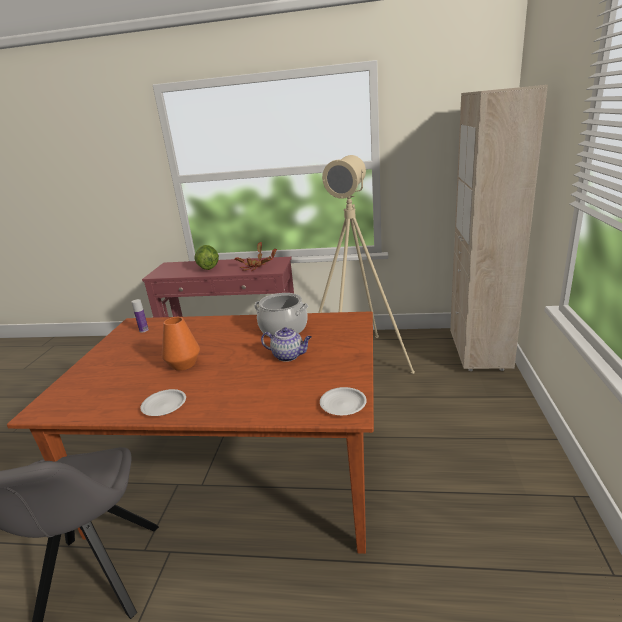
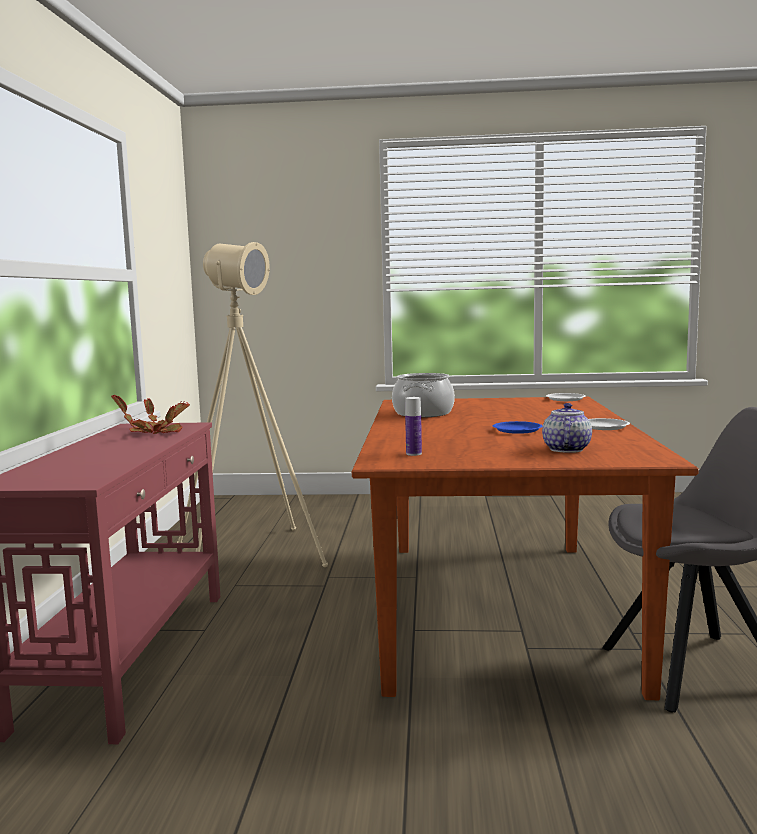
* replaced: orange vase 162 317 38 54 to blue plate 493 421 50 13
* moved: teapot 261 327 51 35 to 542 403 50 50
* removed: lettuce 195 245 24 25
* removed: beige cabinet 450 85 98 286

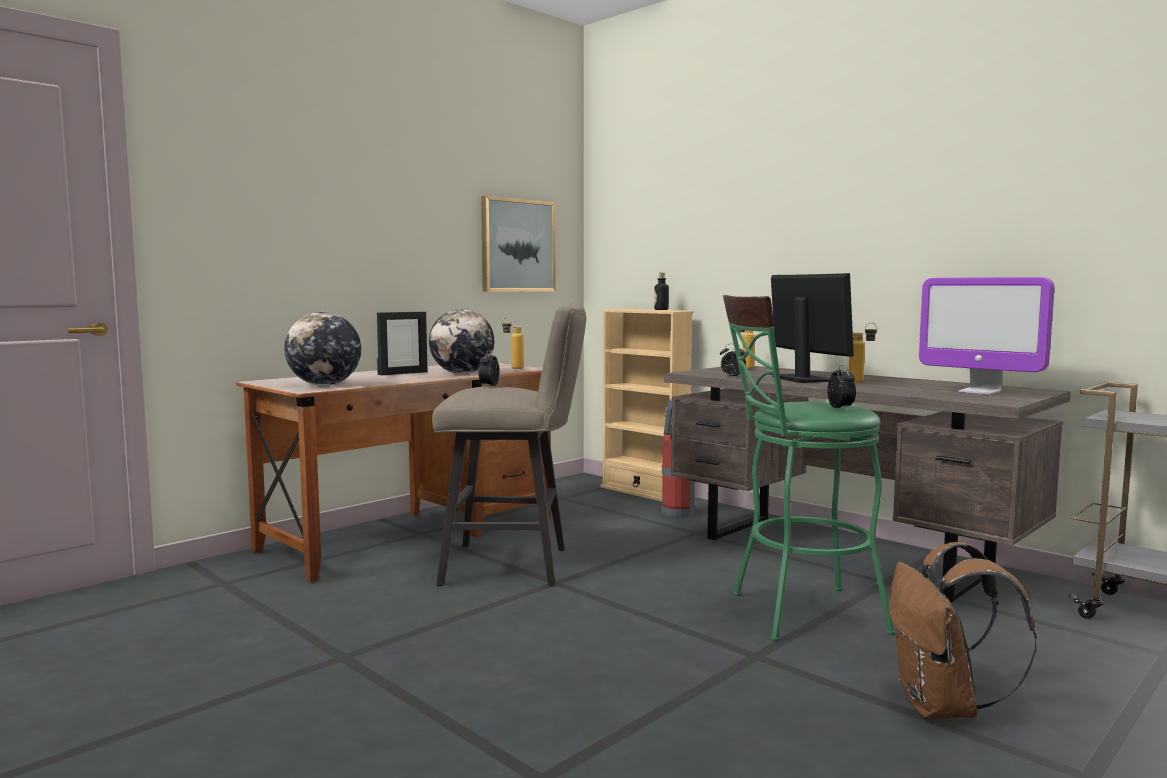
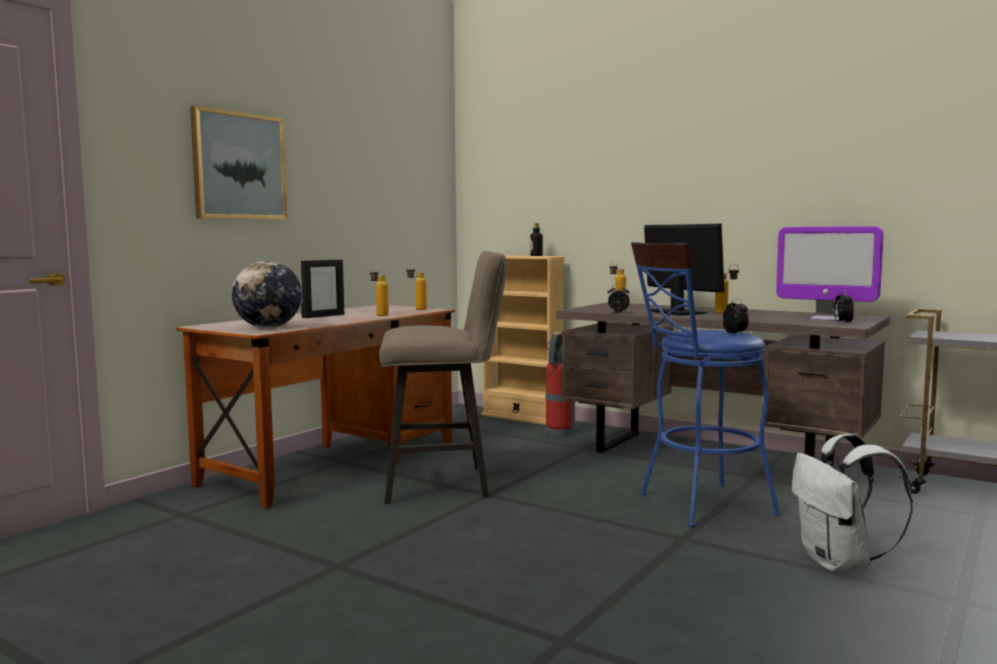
* moved: picture 481 196 75 96 to 190 106 98 114
* replaced: globe 429 309 65 65 to bottle 370 266 19 50
* recoloured: green stool 723 295 172 347 to blue stool 631 242 150 285
* recoloured: brown backpack 888 542 149 176 to white backpack 792 434 121 137
* moved: alarm clock 479 350 21 38 to 834 290 20 34

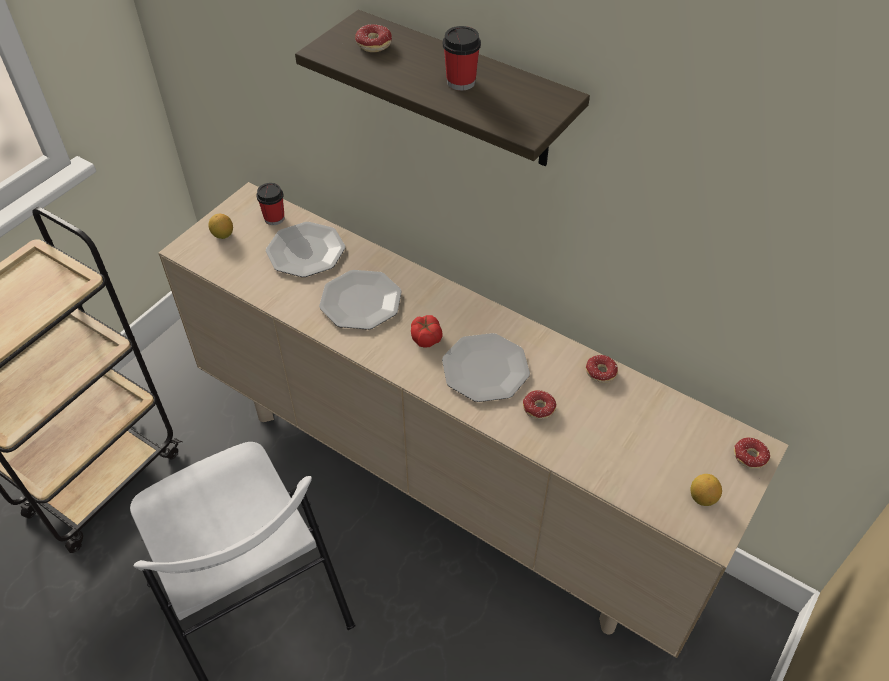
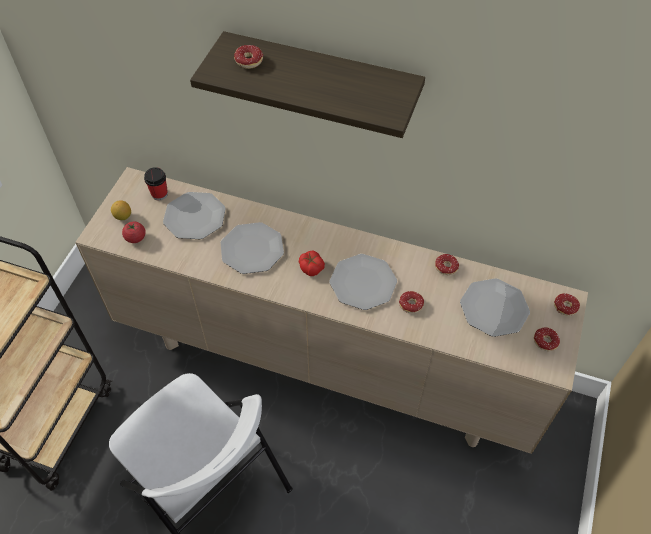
* added: tomato 122 221 23 22
* added: plate 460 278 70 59
* replaced: lemon 690 474 32 32 to donut 534 327 26 24
* removed: cup 443 26 38 65

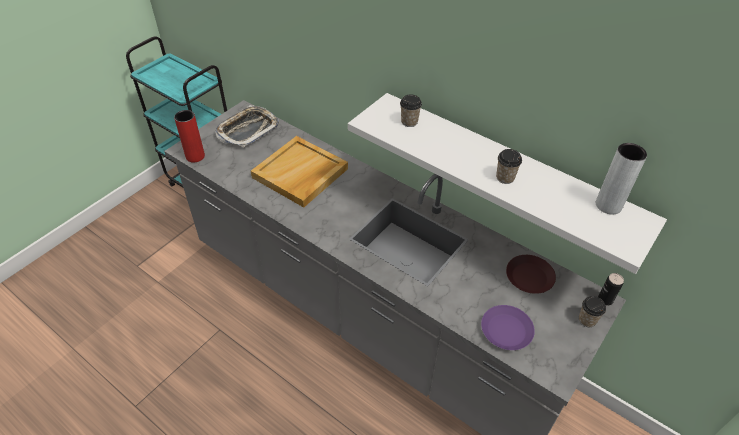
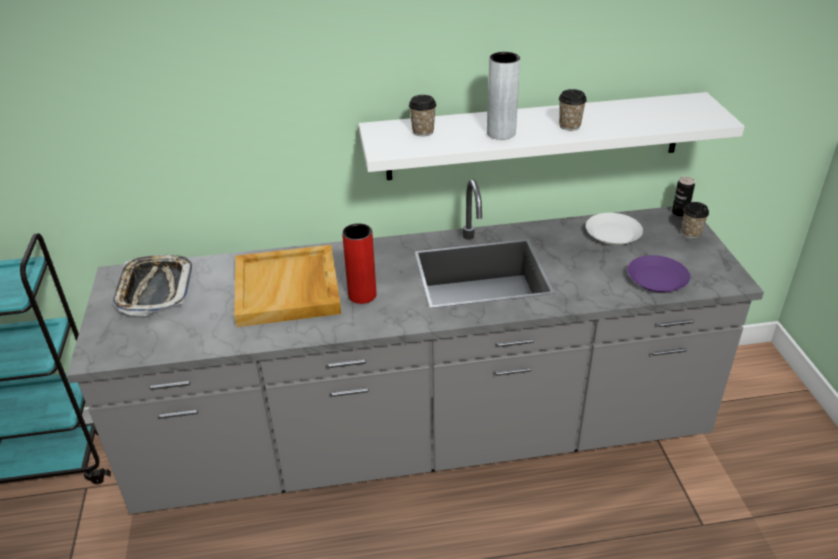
* moved: red vase 174 110 31 53 to 342 223 34 81
* moved: grey vase 596 143 51 72 to 487 52 33 88
* recoloured: brown plate 506 255 50 39 to white plate 586 213 57 32

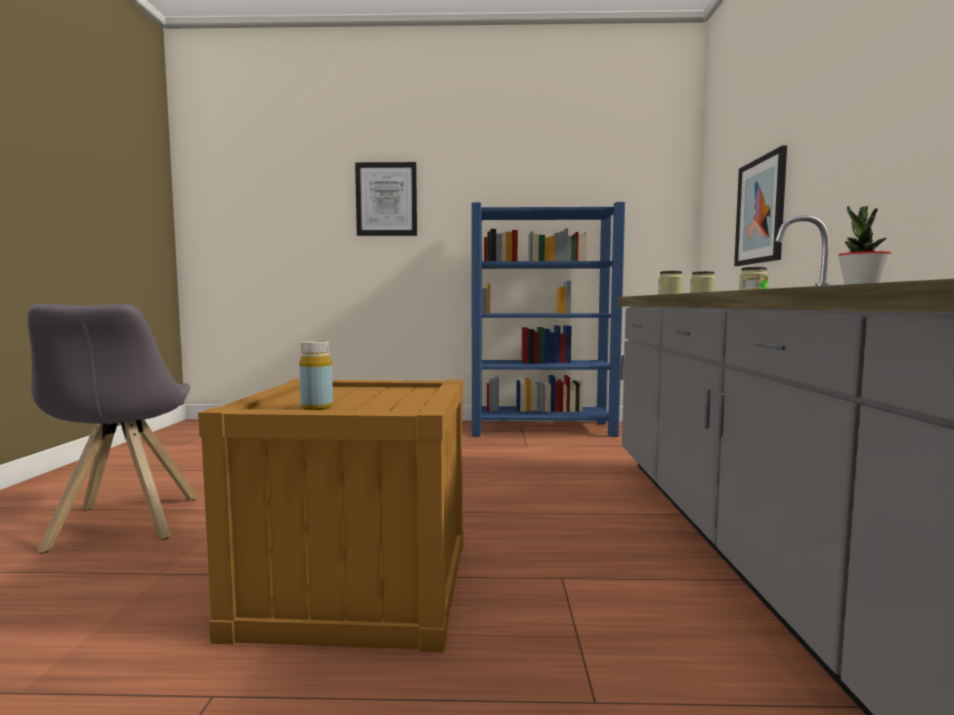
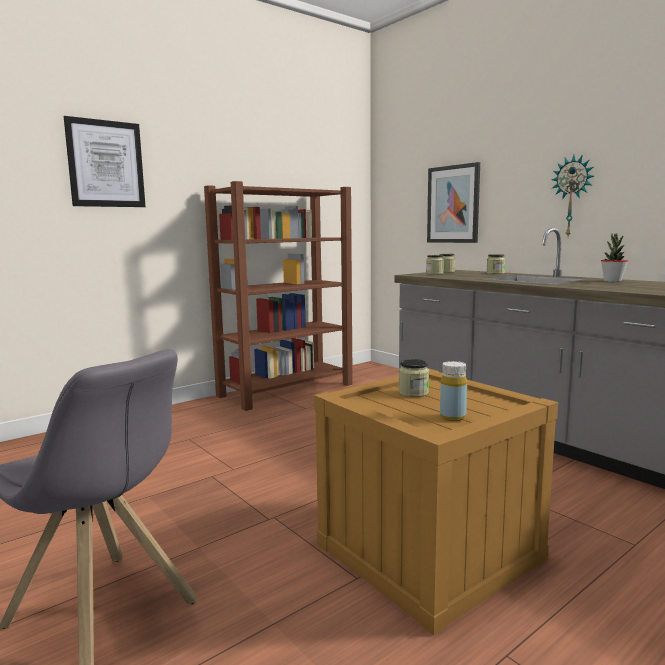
* recoloured: blue bookcase 472 202 153 235 to brown bookcase 204 181 149 230
* added: jar 399 359 30 38
* added: wall clock 551 155 43 82

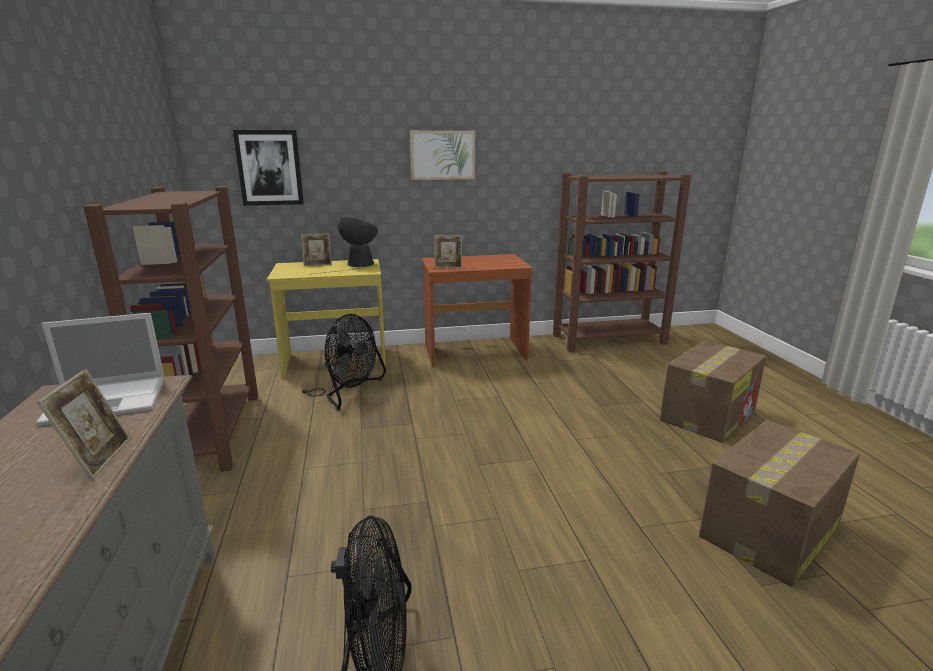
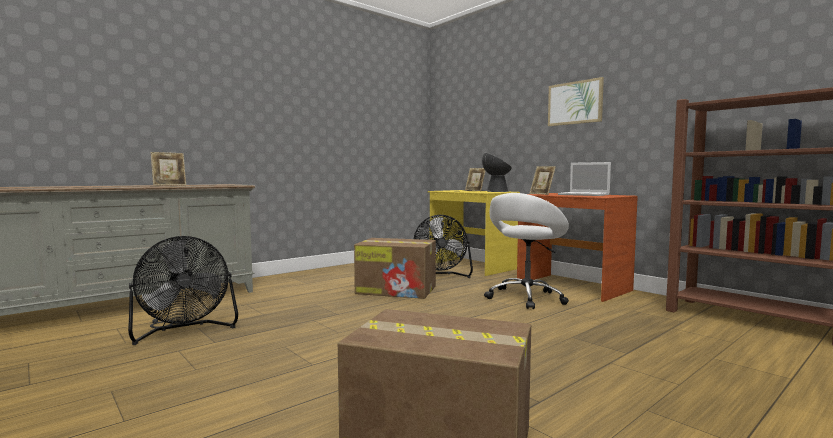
* moved: cardboard box 660 340 106 103 to 354 238 82 61
* added: white office chair 484 193 85 116
* moved: laptop 36 313 128 113 to 558 162 53 34
* removed: brown bookcase 83 186 175 286
* removed: picture 233 130 71 76

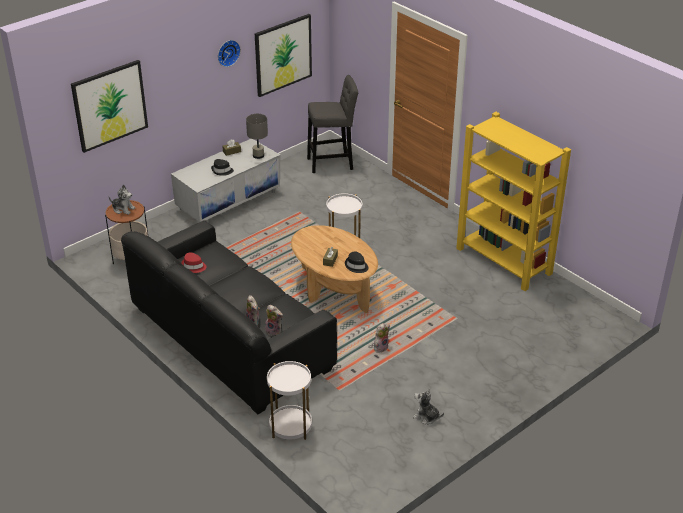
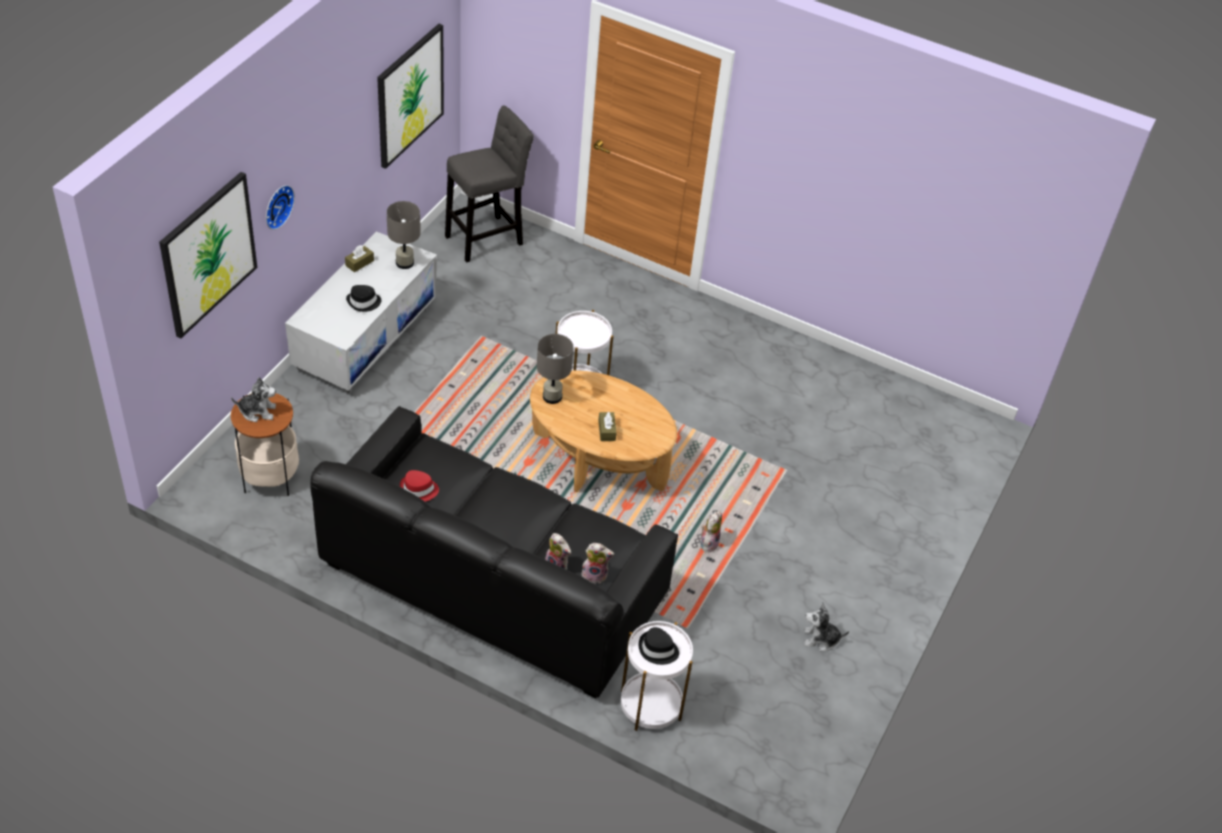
* moved: wall clock 218 40 23 27 to 266 185 29 45
* added: grey table lamp 537 334 36 70
* moved: black hat 345 251 23 22 to 639 627 40 38
* removed: yellow bookcase 456 112 115 179

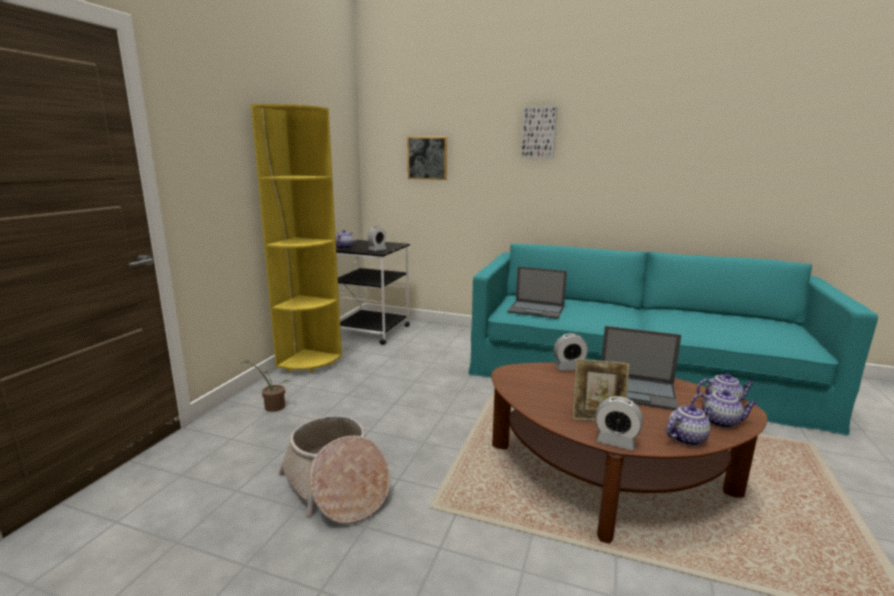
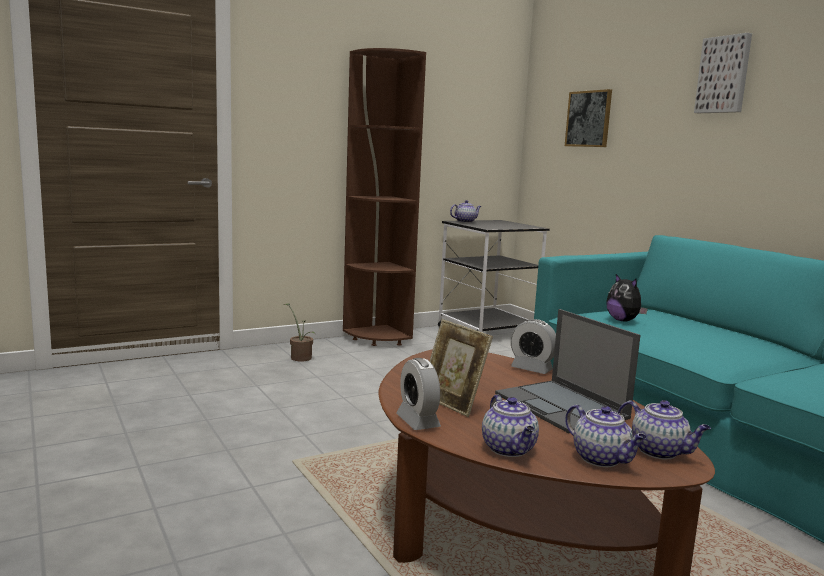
* recoloured: yellow bookcase 251 104 91 268 to brown bookcase 343 48 83 298
* turned: teapot 666 405 47 41 = 482 394 57 63 60 degrees clockwise
* replaced: laptop 507 266 60 53 to plush toy 606 274 42 48
* removed: basket 278 415 112 109
* removed: alarm clock 368 226 19 25

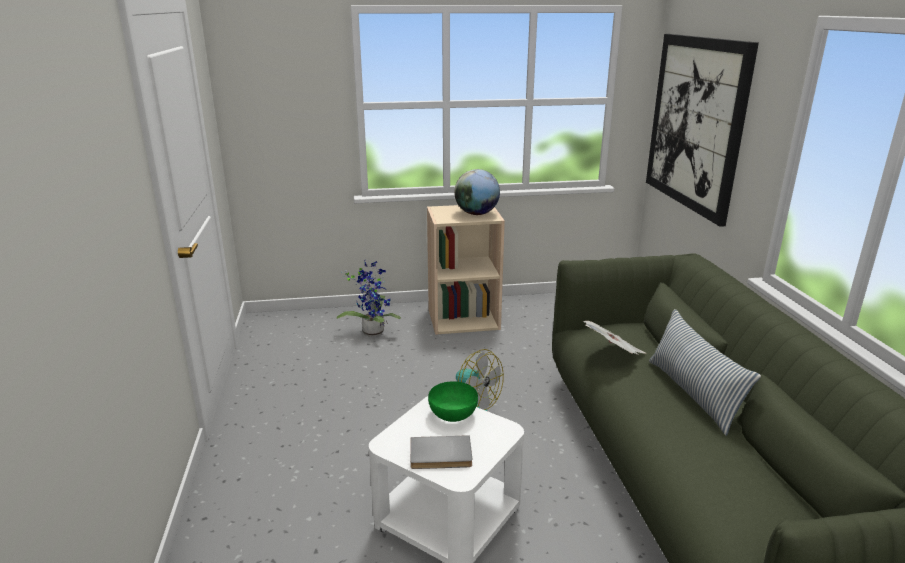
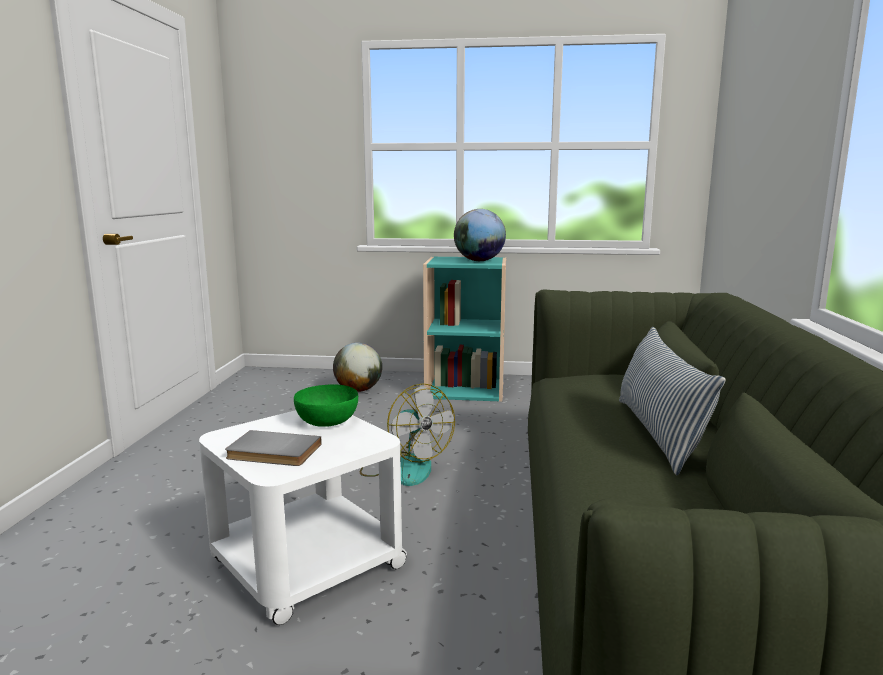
* replaced: potted plant 336 261 65 76 to globe 333 343 49 49
* recoloured: beige bookcase 427 205 78 130 to turquoise bookcase 423 257 83 145
* removed: newspaper 583 321 63 34
* removed: picture 646 34 113 193

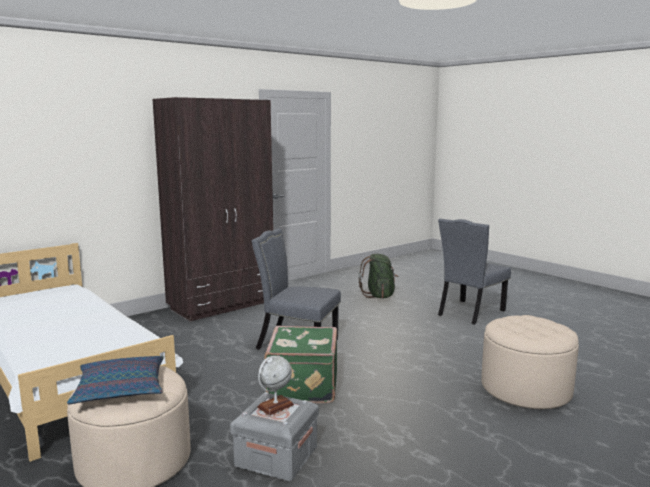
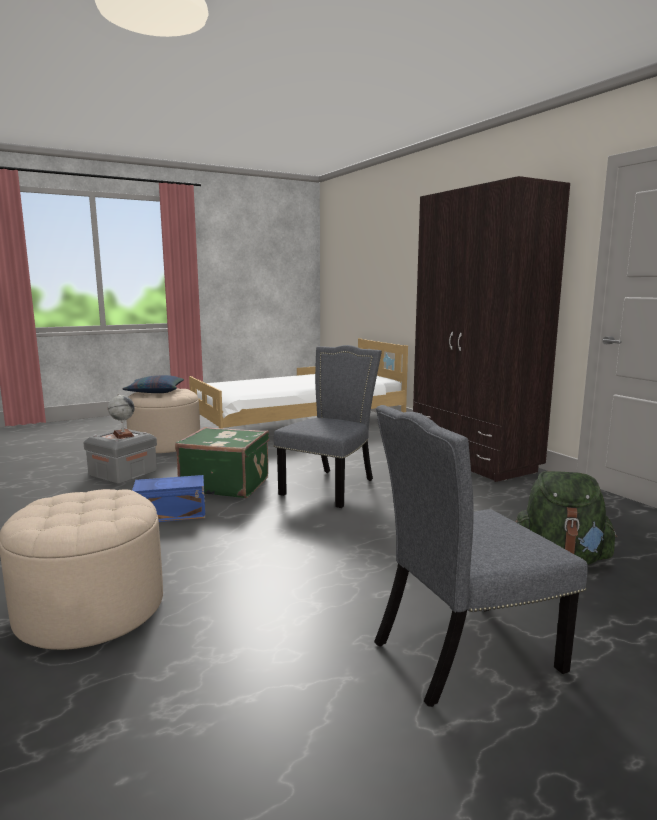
* added: blue storage box 132 475 73 47
* turned: grey chair 438 219 73 106 = 374 405 214 302 75 degrees counterclockwise

